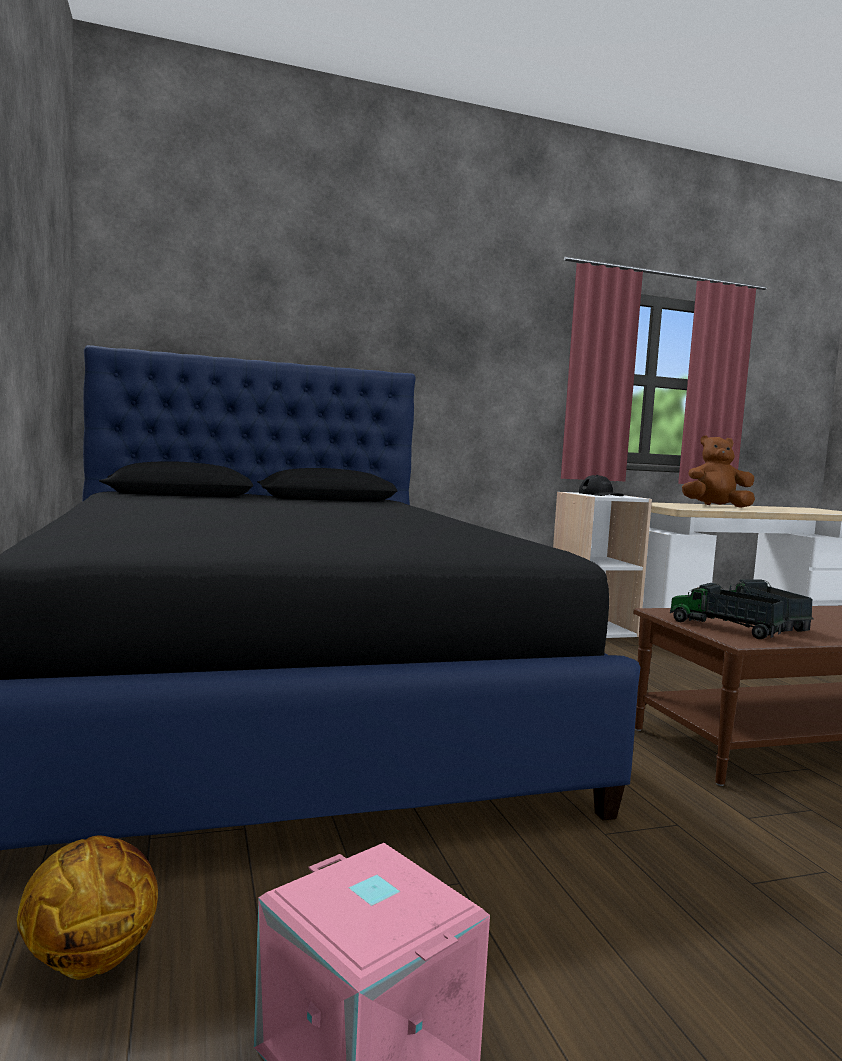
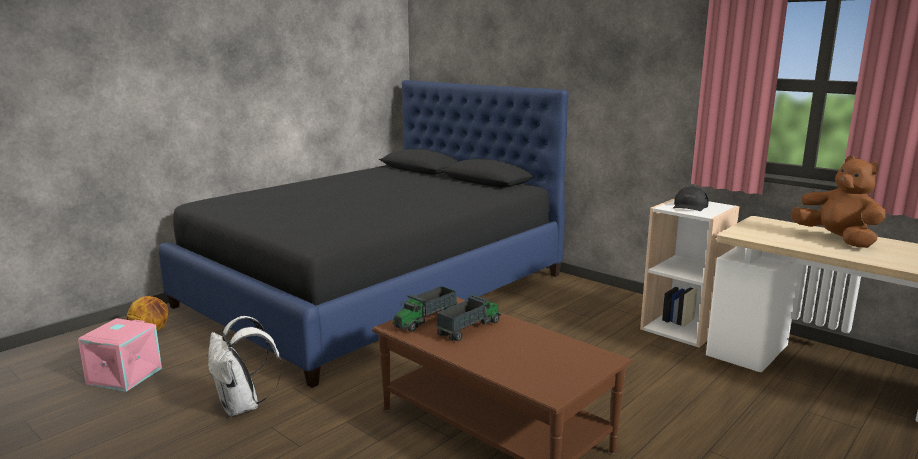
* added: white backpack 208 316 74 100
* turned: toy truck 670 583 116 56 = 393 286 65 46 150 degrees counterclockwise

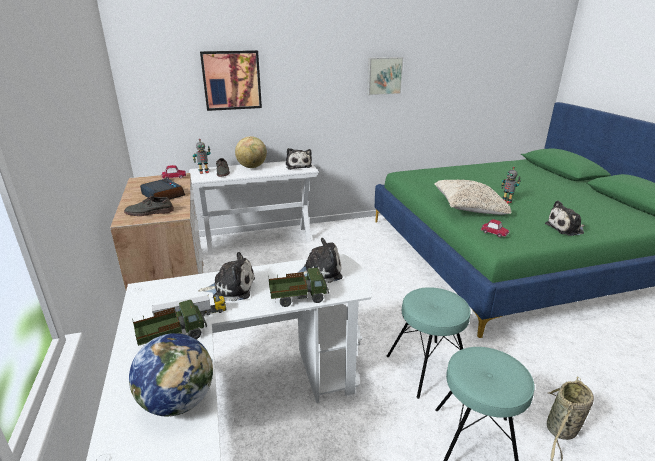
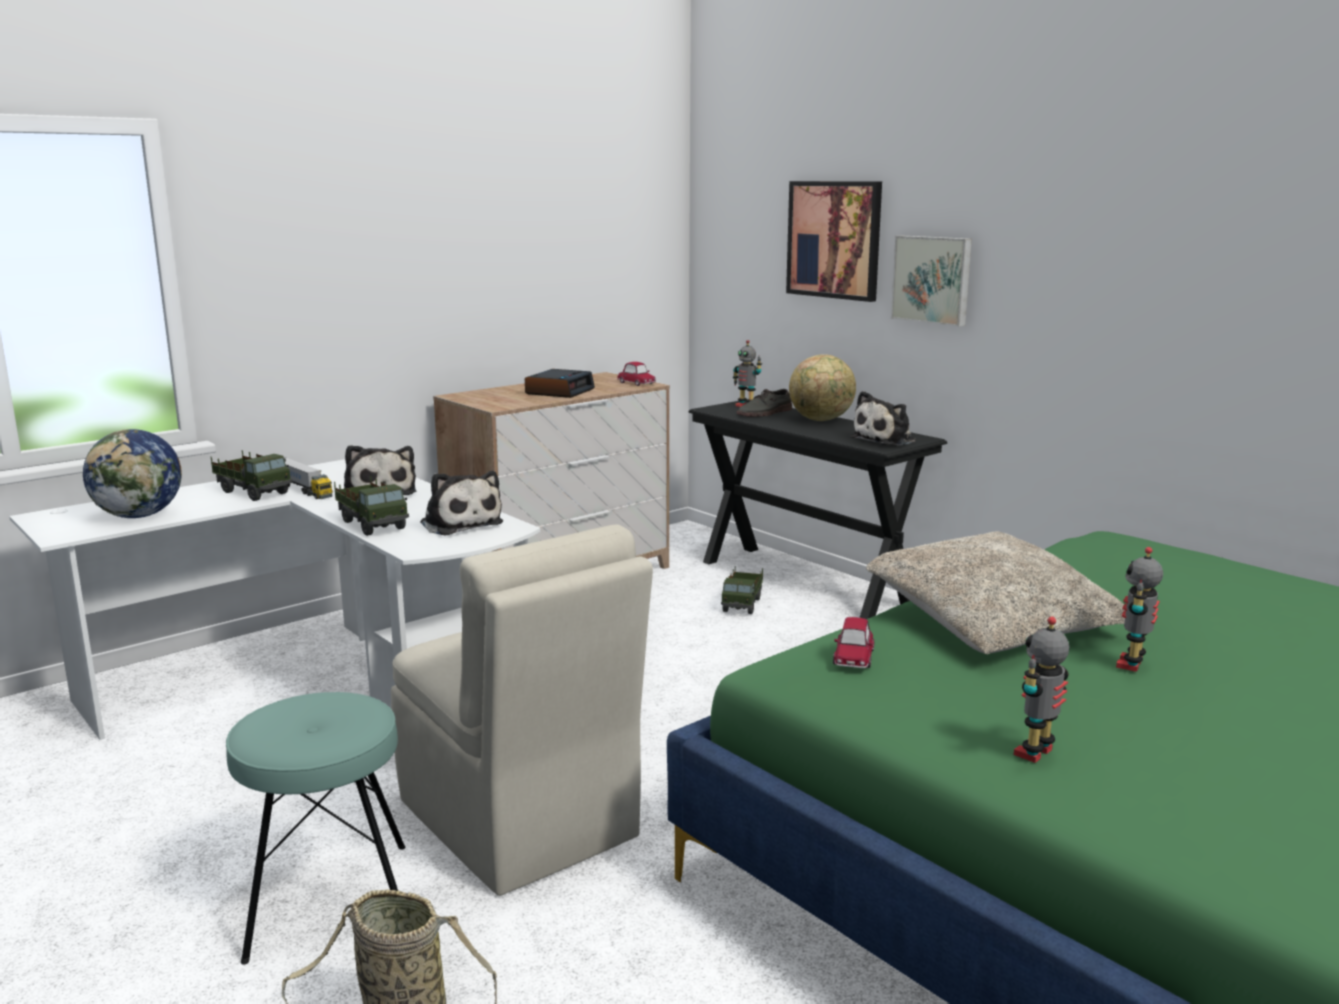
* replaced: turquoise stool 387 287 84 112 to beige chair 391 524 262 372
* recoloured: white console table 189 161 130 94 to black console table 689 401 258 218
* added: toy truck 721 566 42 48
* moved: picture 367 57 36 38 to 891 236 81 90
* replaced: plush toy 545 200 40 36 to toy robot 1014 616 56 147
* removed: grey shoe 124 196 50 20

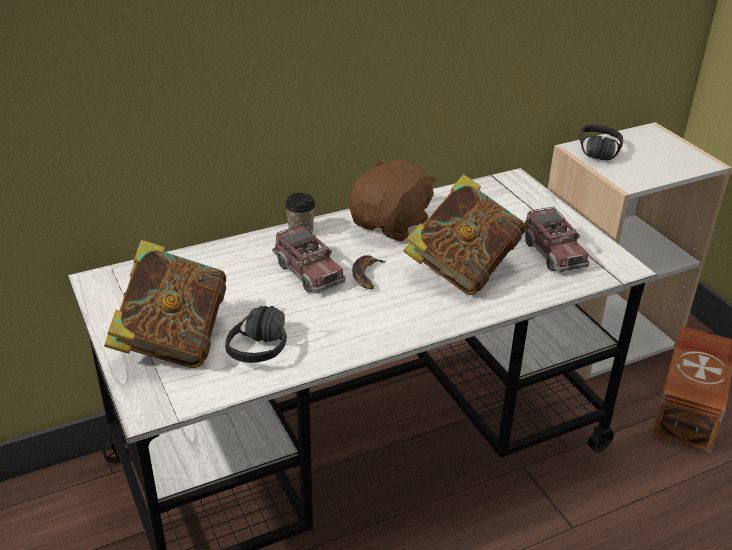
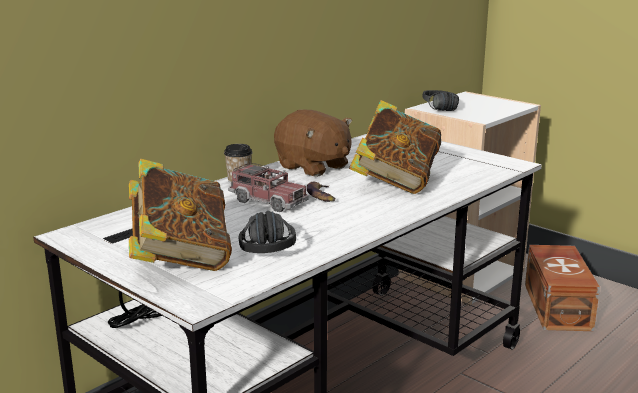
* turned: brown plush toy 349 158 88 83 = 274 110 78 67 120 degrees clockwise
* removed: toy truck 525 207 65 66

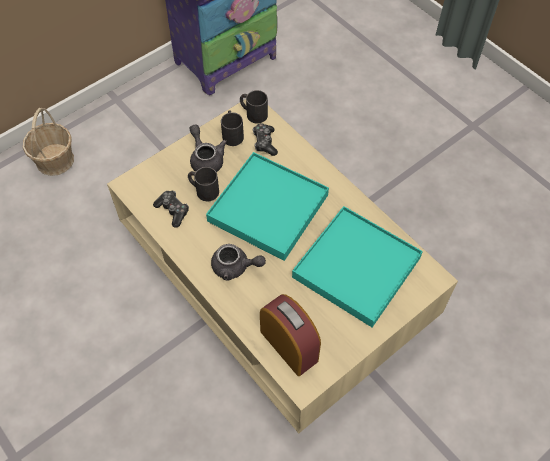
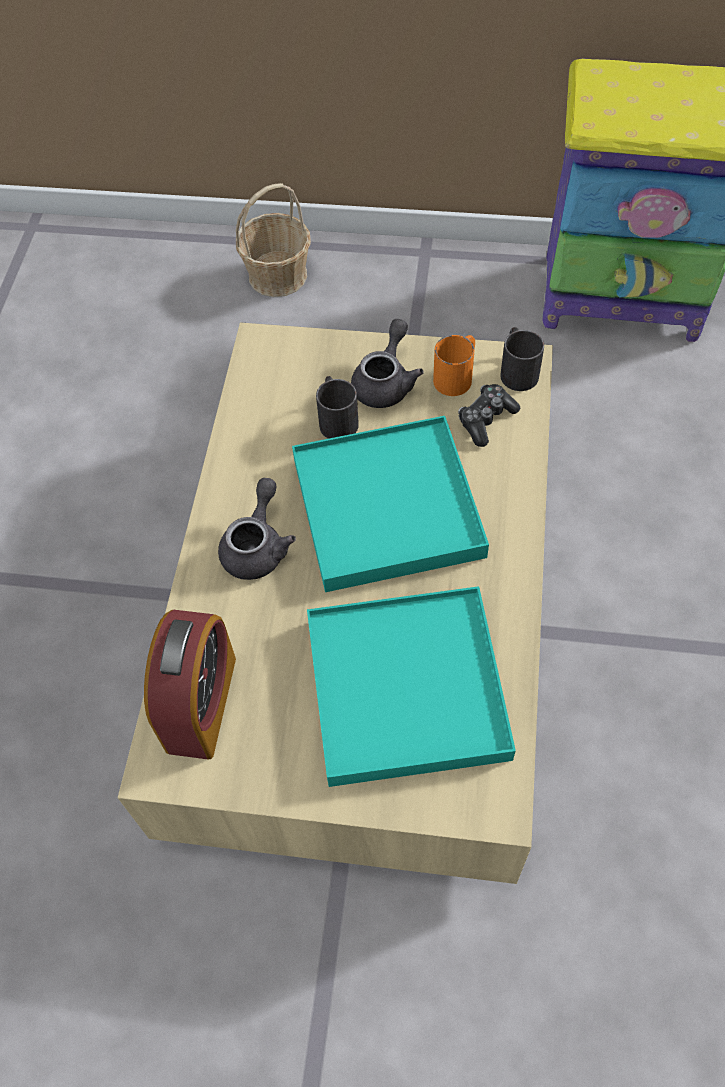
* turned: grey teapot 211 244 55 37 = 218 478 78 102 135 degrees counterclockwise
* recoloured: black mug 221 110 23 36 to orange mug 433 335 42 61
* removed: game controller 153 191 36 37

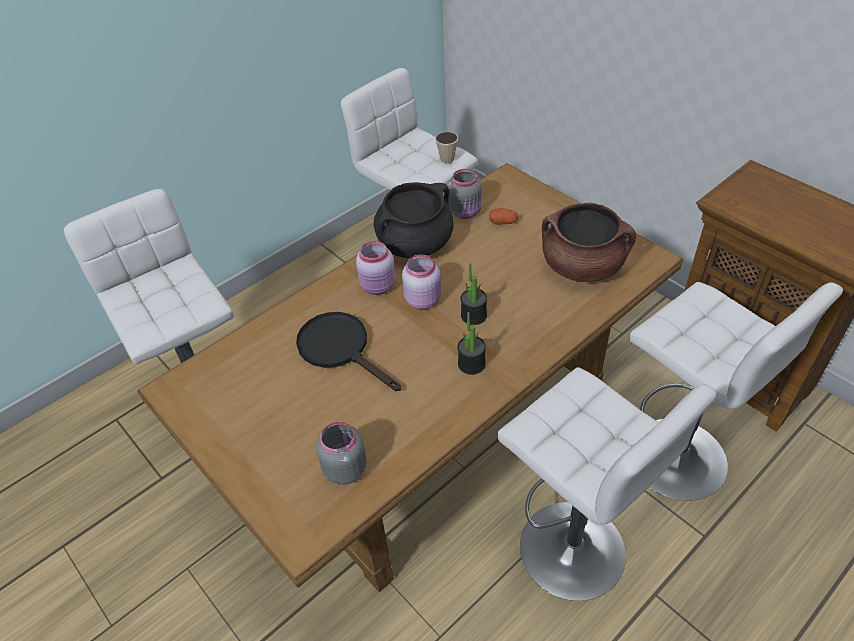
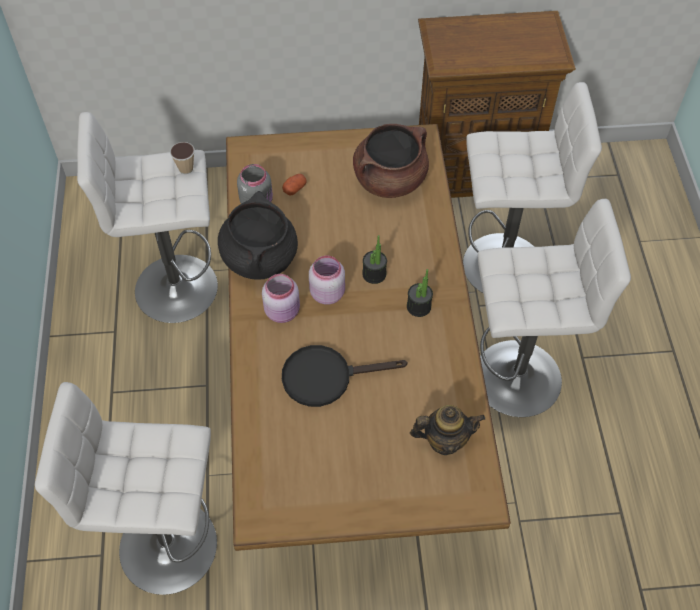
* replaced: grey jar 316 422 51 63 to teapot 410 405 75 50

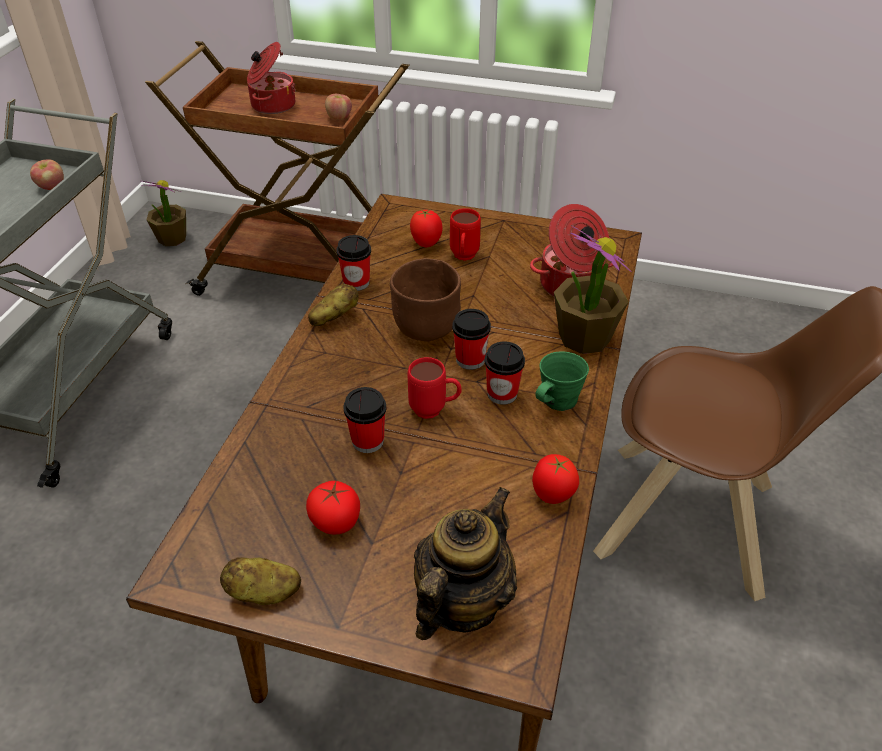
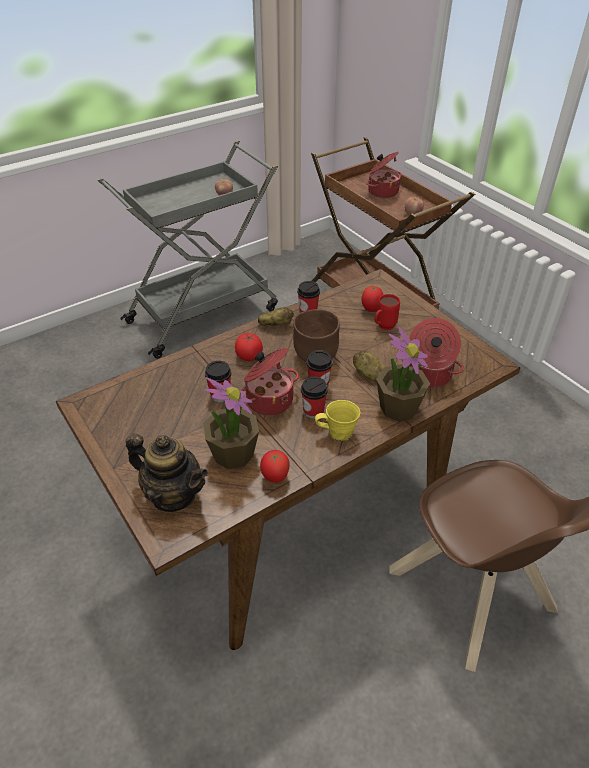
* turned: teapot 414 487 103 153 = 126 433 82 79 45 degrees clockwise
* moved: potted plant 142 180 44 66 to 203 377 56 92
* moved: tomato 306 481 54 54 to 235 333 28 28
* replaced: red mug 408 357 54 62 to cooking pot 240 348 59 68
* recoloured: green mug 535 351 54 60 to yellow mug 315 400 45 41
* moved: potato 220 557 81 48 to 353 351 32 31

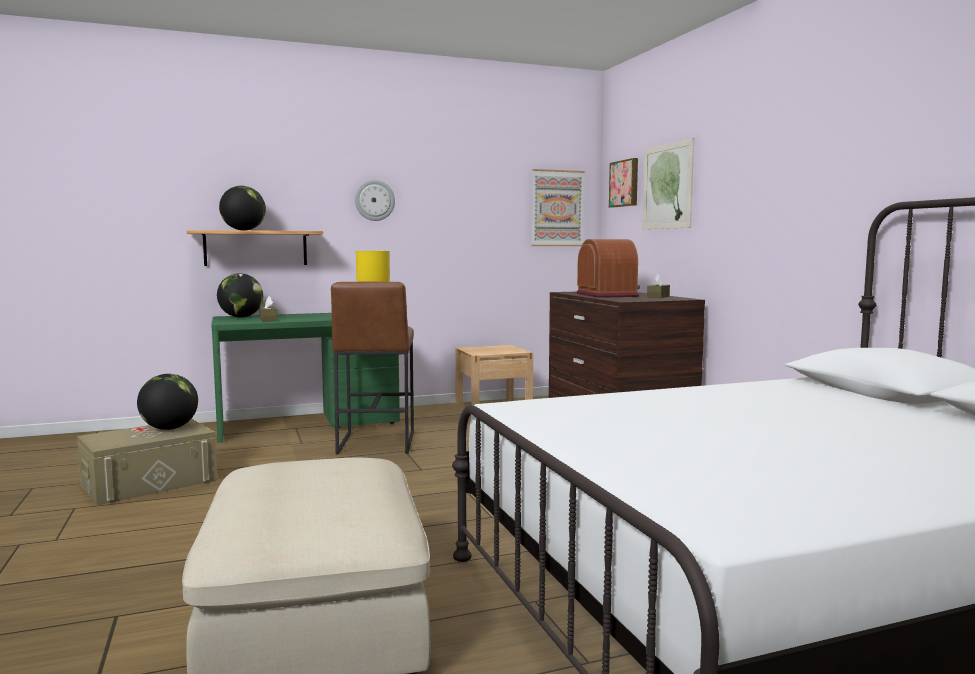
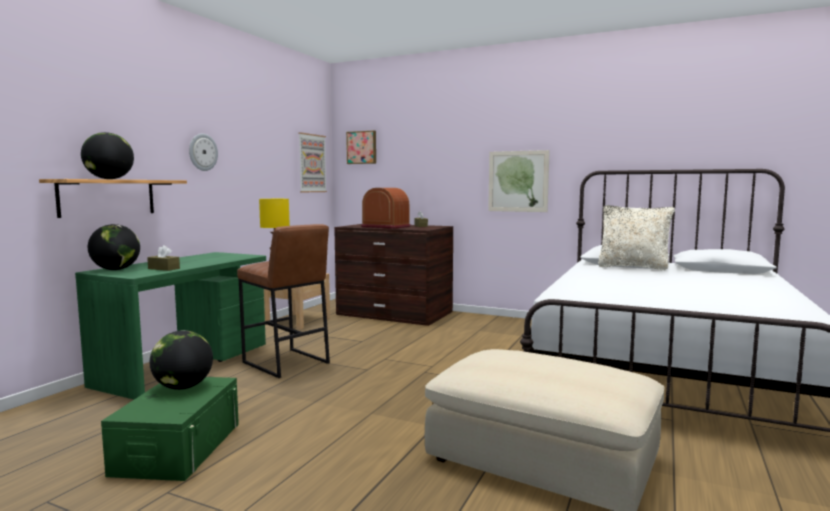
* recoloured: beige storage box 77 419 140 86 to green storage box 101 377 138 104
* moved: picture 642 138 52 91 to 488 150 62 62
* added: beige pillow 598 205 77 66

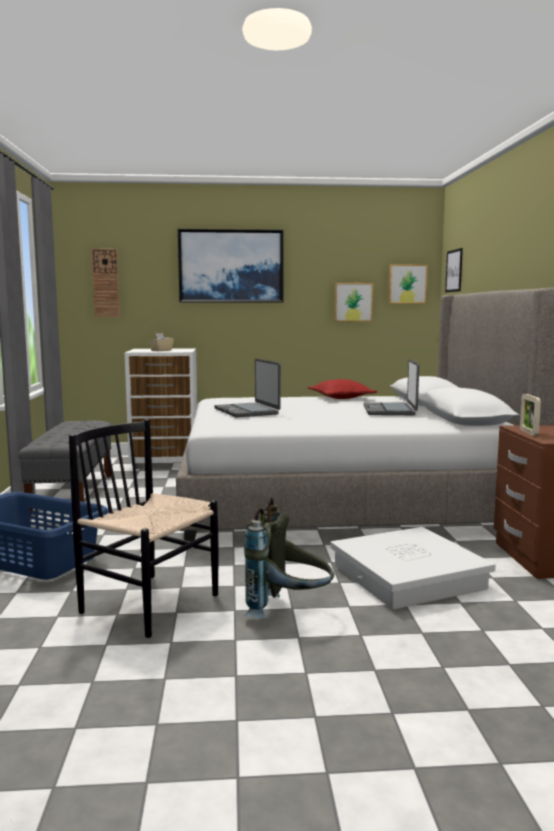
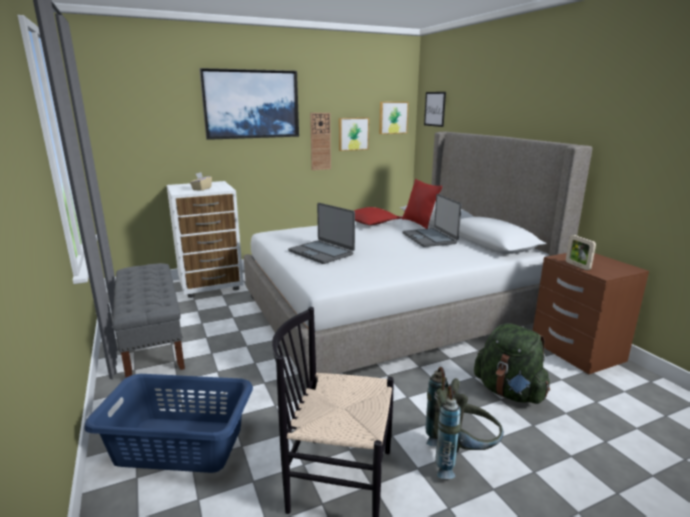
* moved: wall clock 91 249 29 68 to 310 113 21 57
* added: red pillow 402 179 40 50
* replaced: white storage box 330 527 166 83 to green backpack 474 323 76 81

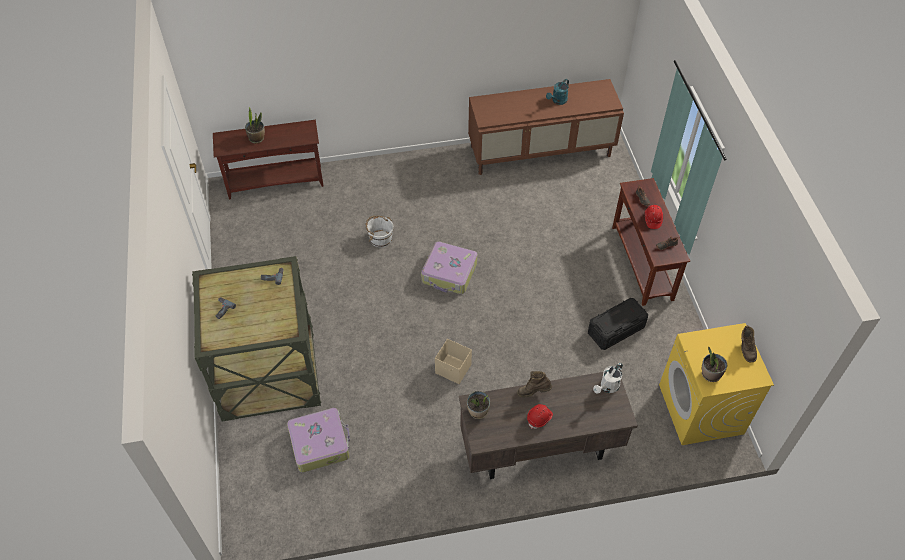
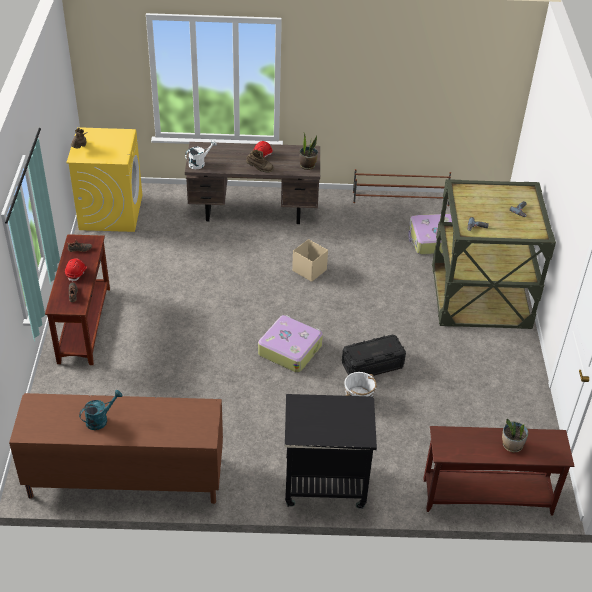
* added: black cart 285 394 92 115
* moved: black storage box 588 298 60 52 to 342 334 64 42
* added: brown shoe rack 353 169 98 37
* removed: potted plant 702 347 25 35

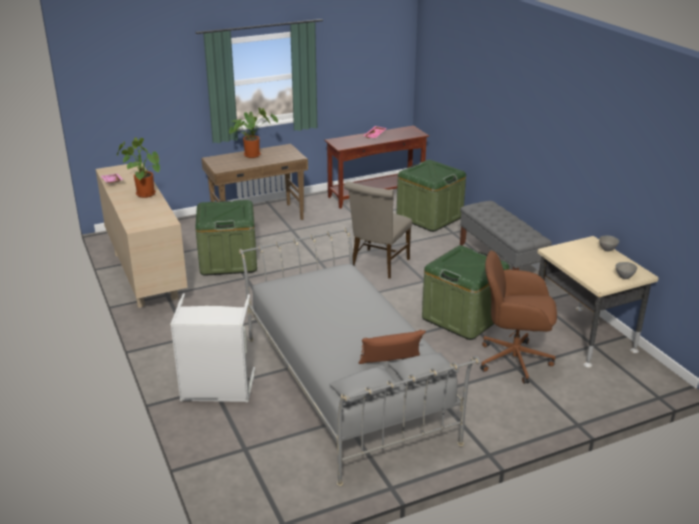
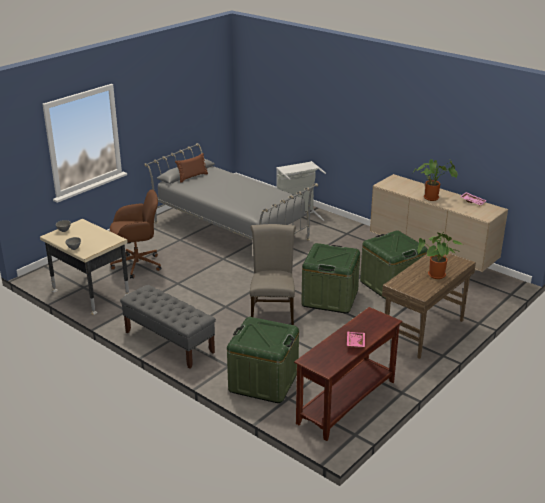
* moved: green storage box 422 245 88 95 to 301 243 59 70

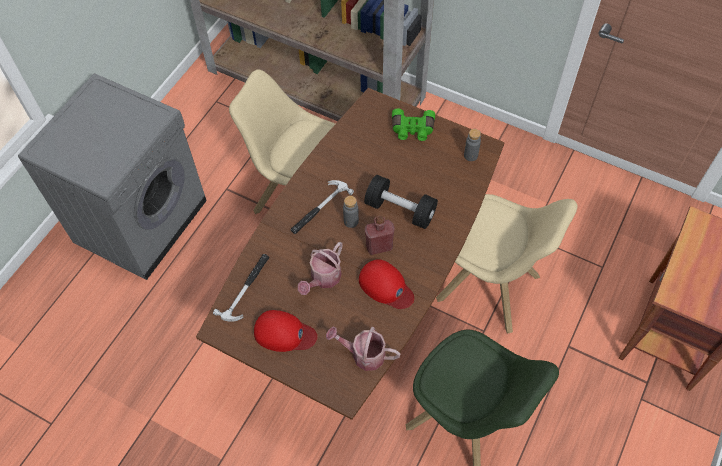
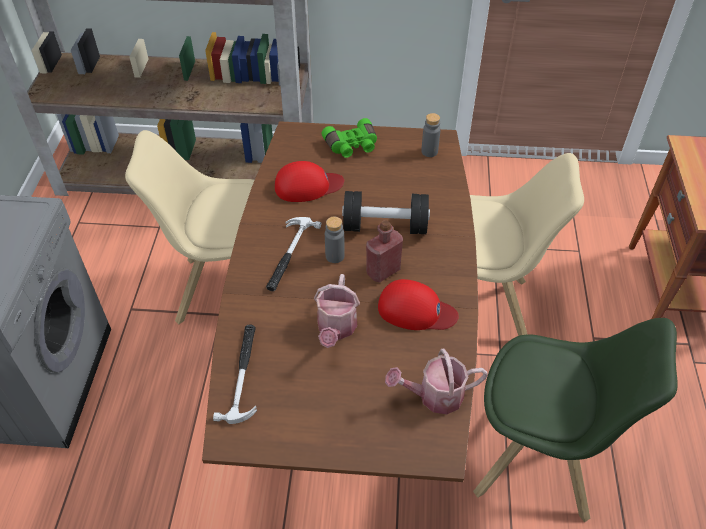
* moved: red cap 254 310 63 42 to 275 161 69 41

